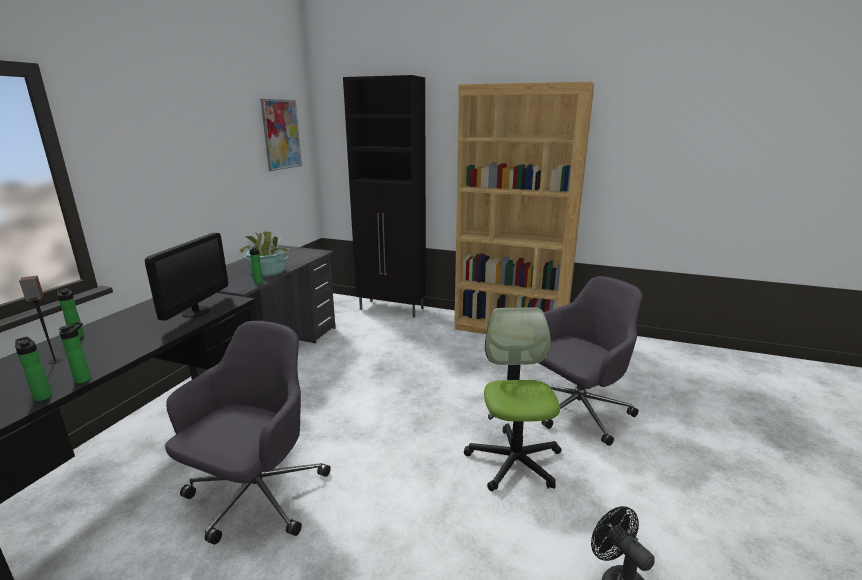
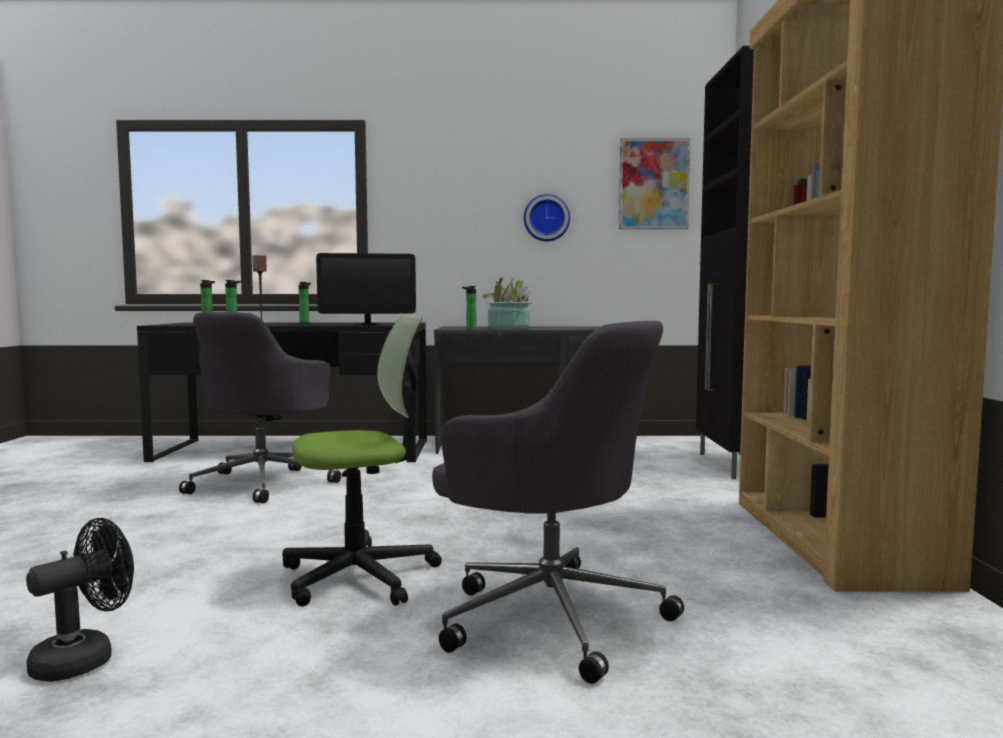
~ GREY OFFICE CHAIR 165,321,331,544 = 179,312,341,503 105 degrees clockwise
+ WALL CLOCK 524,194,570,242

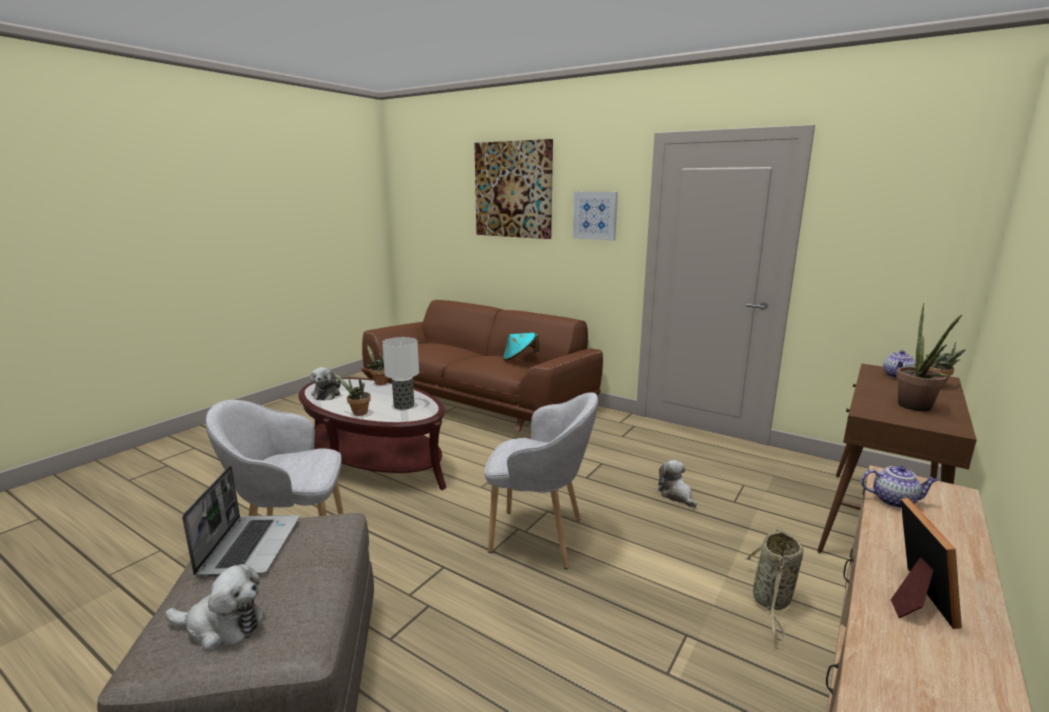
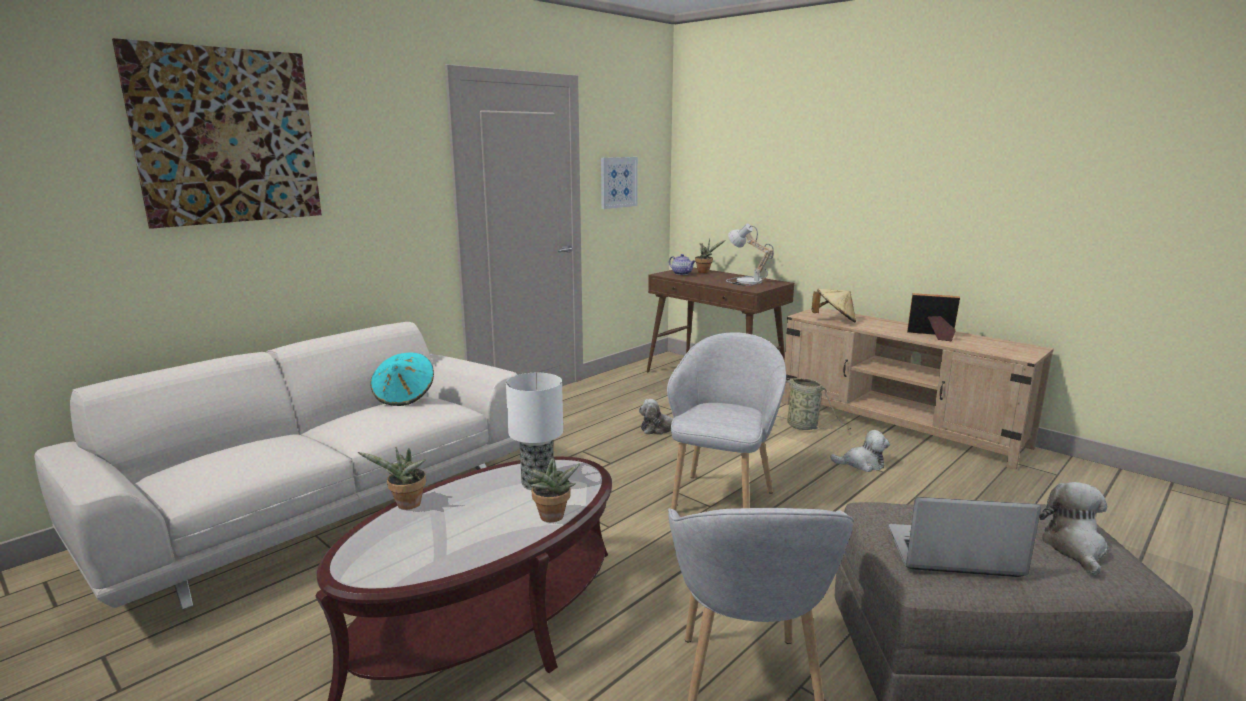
~ PICTURE 573,192,618,241 to 601,157,638,209
~ BROWN SOFA 361,300,603,432 to WHITE SOFA 34,322,520,610
~ POTTED PLANT 896,303,962,412 to TABLE LAMP 726,224,774,286
~ PLUSH TOY 310,367,341,400 to 830,430,890,472
~ TEAPOT 861,465,938,508 to BEIGE HAT 812,289,856,322

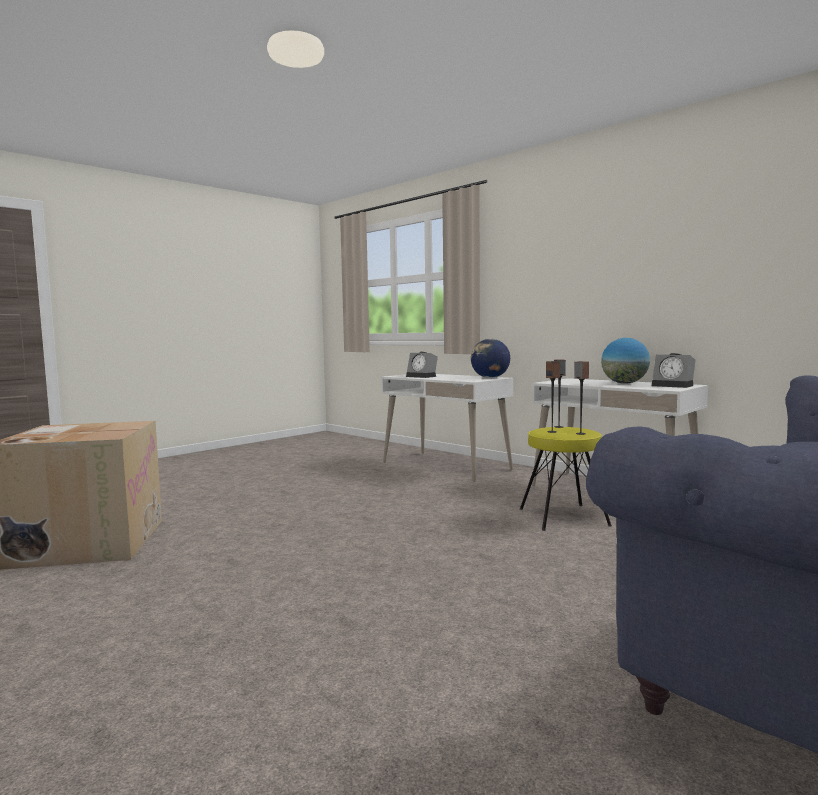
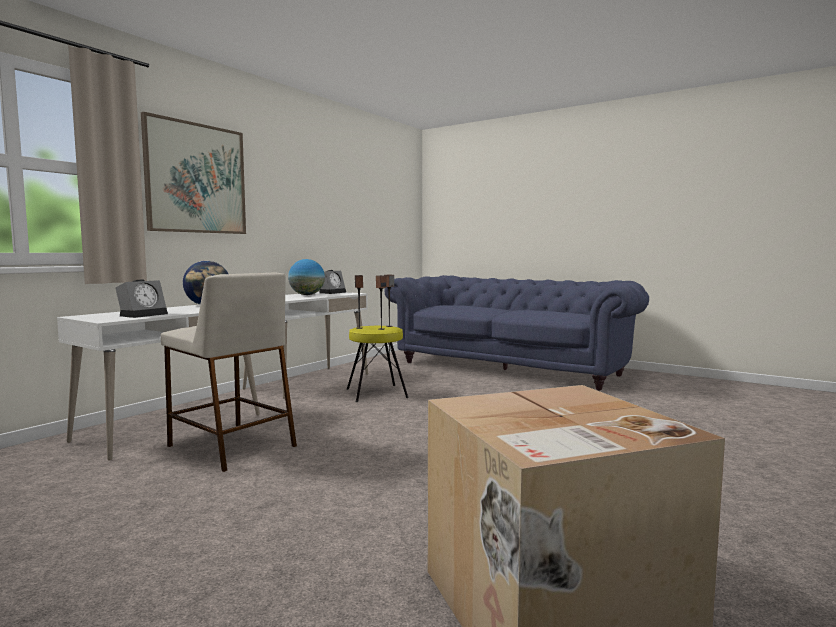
+ PICTURE 141,112,246,234
+ BEIGE STOOL 161,272,297,472

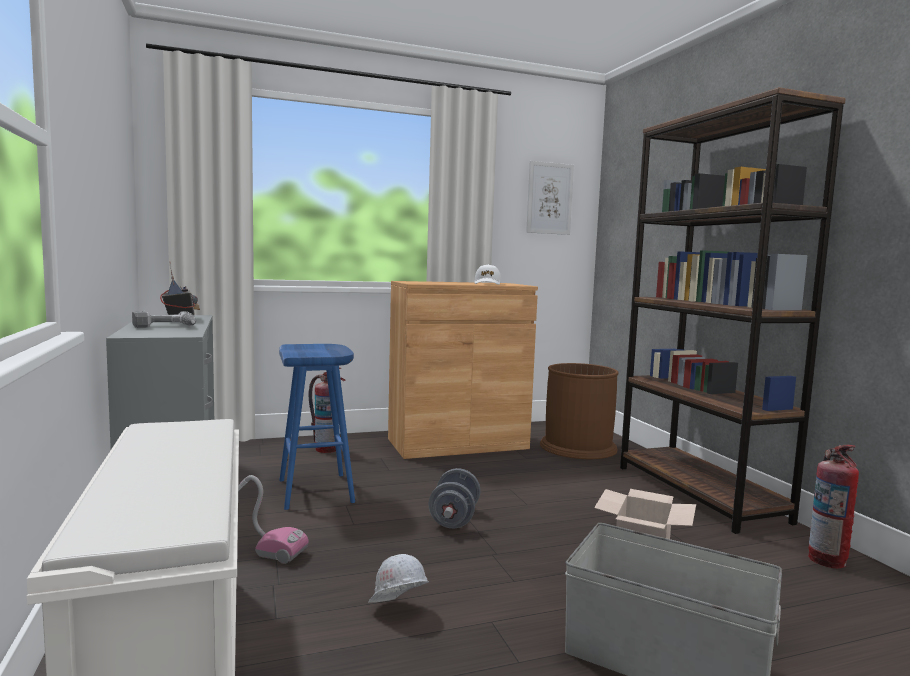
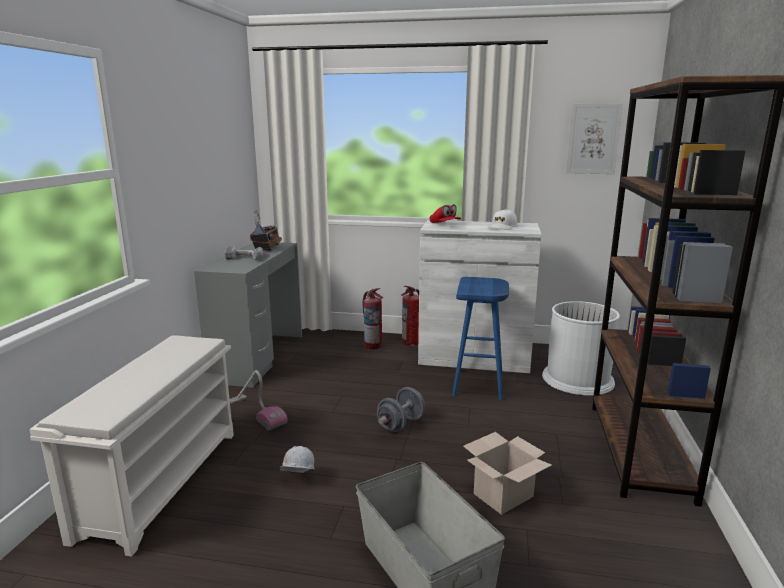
~ BROWN CABINET 388,281,538,459 to WHITE CABINET 418,220,542,373
~ BLUE STOOL 279,344,355,510 to 452,277,509,400
~ BROWN TRASH CAN 540,363,618,459 to WHITE TRASH CAN 542,301,620,395
~ FIRE EXTINGUISHER 808,444,859,568 to 401,286,419,346
+ RED CAP 430,204,461,223

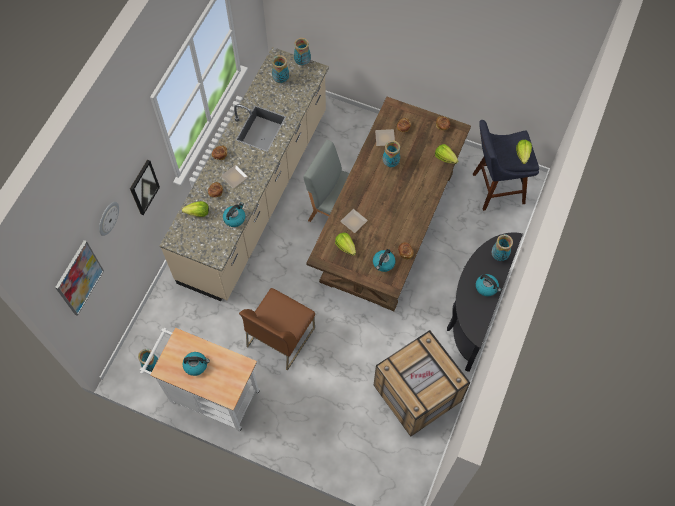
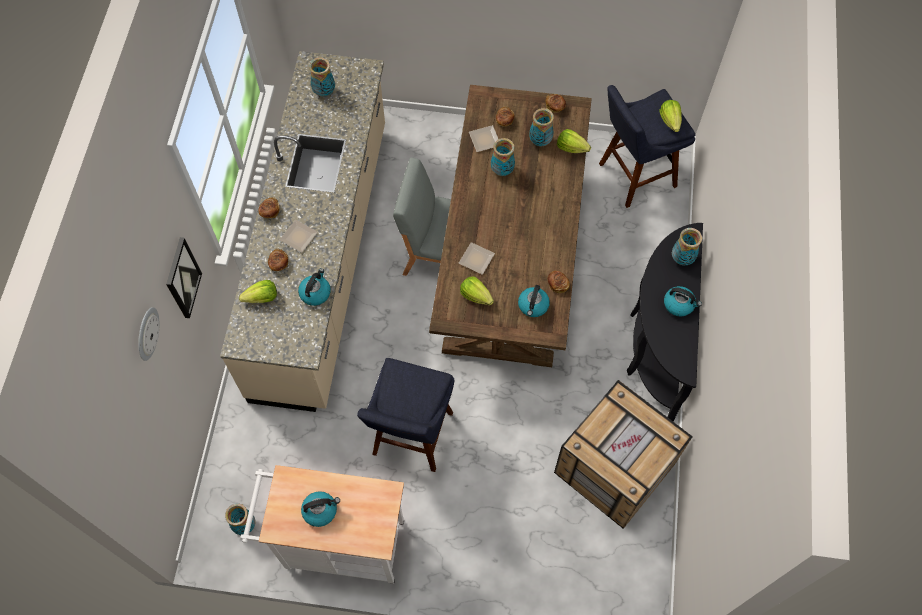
~ VASE 294,38,311,66 to 529,108,554,146
- PICTURE 55,240,104,316
~ BROWN CHAIR 239,288,315,371 to BLUE STOOL 357,358,454,472

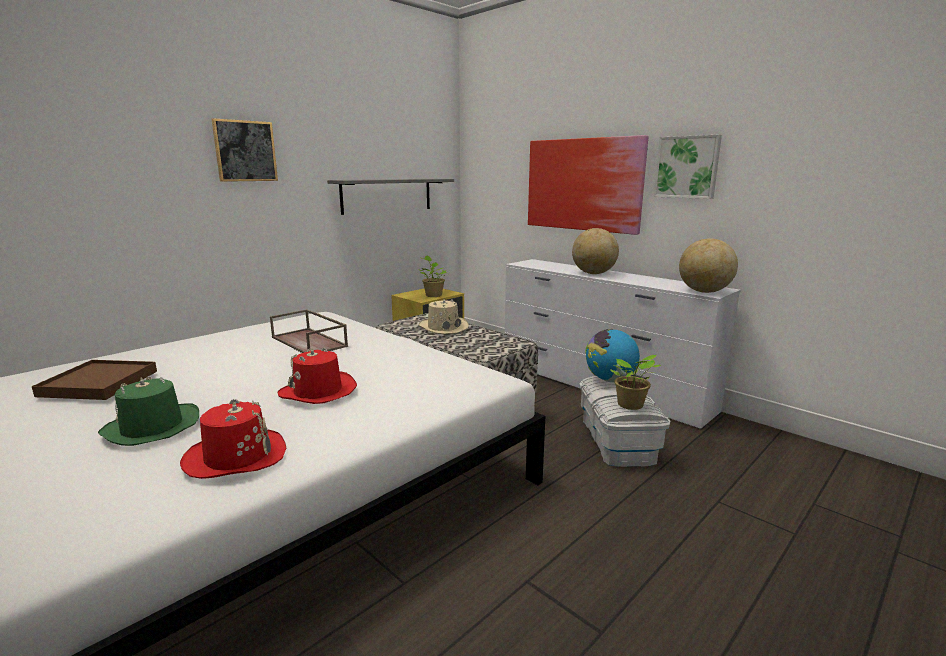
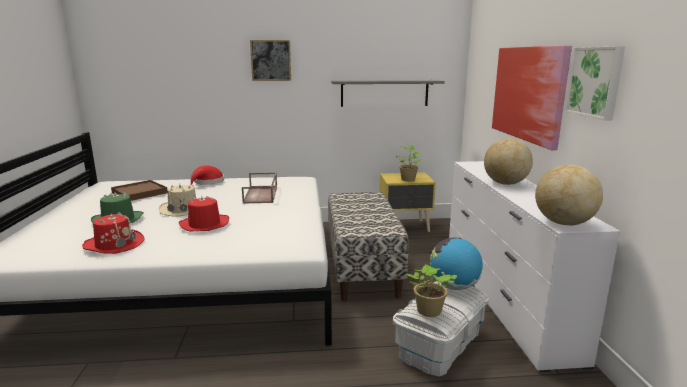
~ BEIGE HAT 418,299,469,334 to 159,184,196,217
+ RED HAT 190,165,224,186

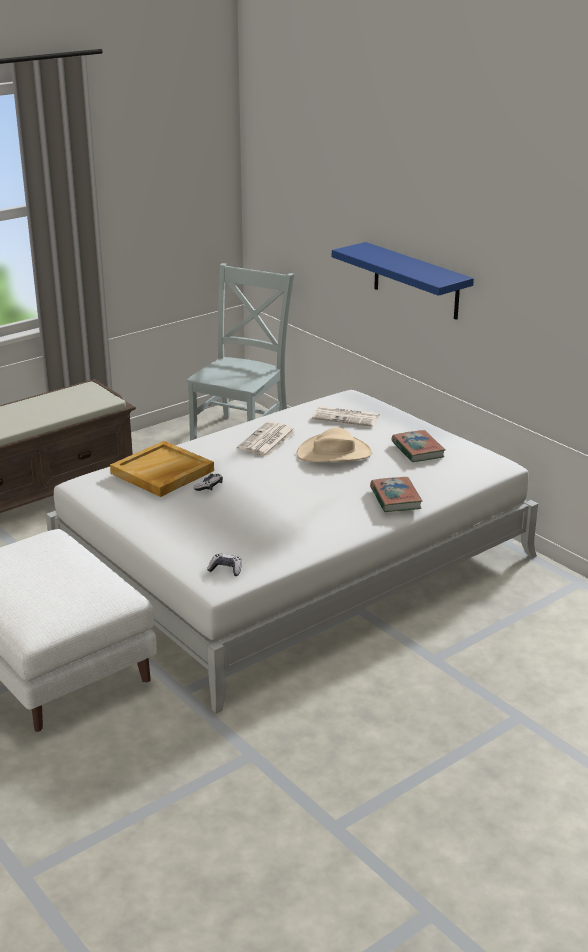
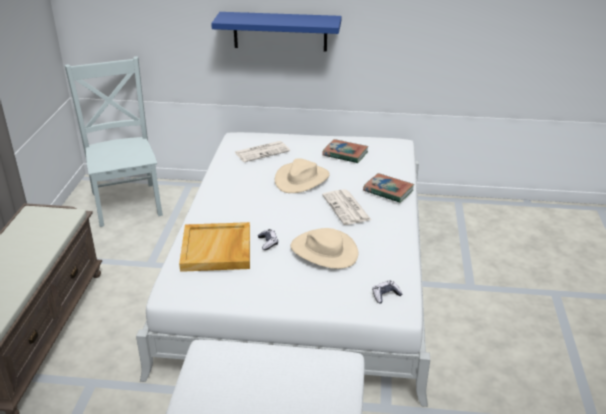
~ NEWSPAPER 237,422,296,457 to 322,189,371,225
+ BEIGE HAT 290,228,359,269

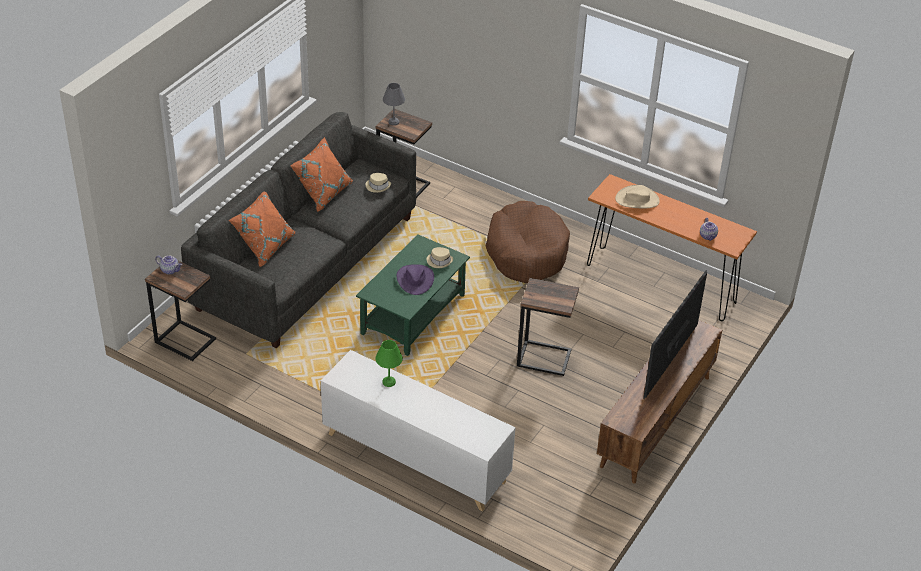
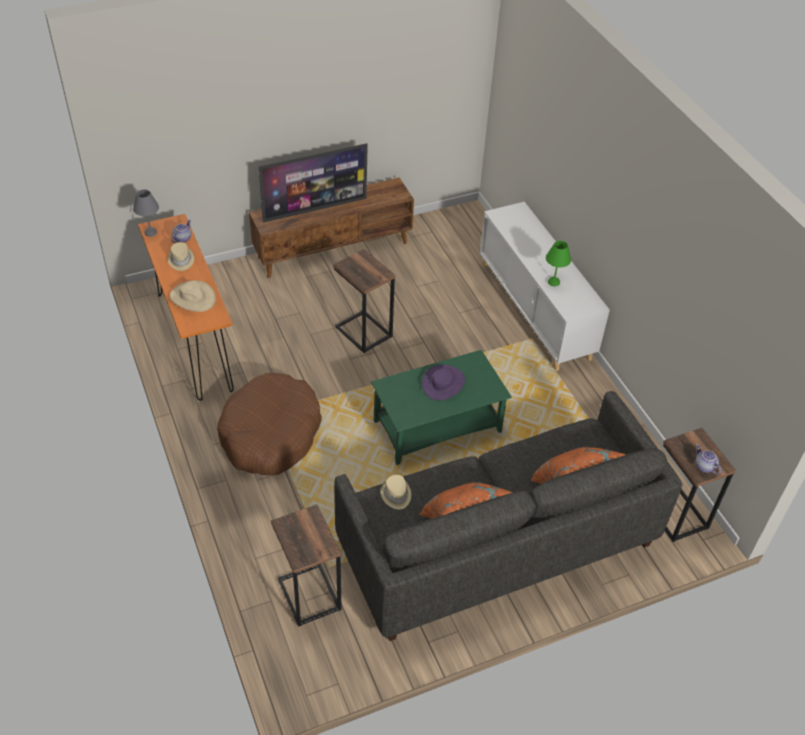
~ GREY TABLE LAMP 383,83,405,126 to 133,189,159,237
~ BEIGE HAT 427,247,453,268 to 167,242,194,271

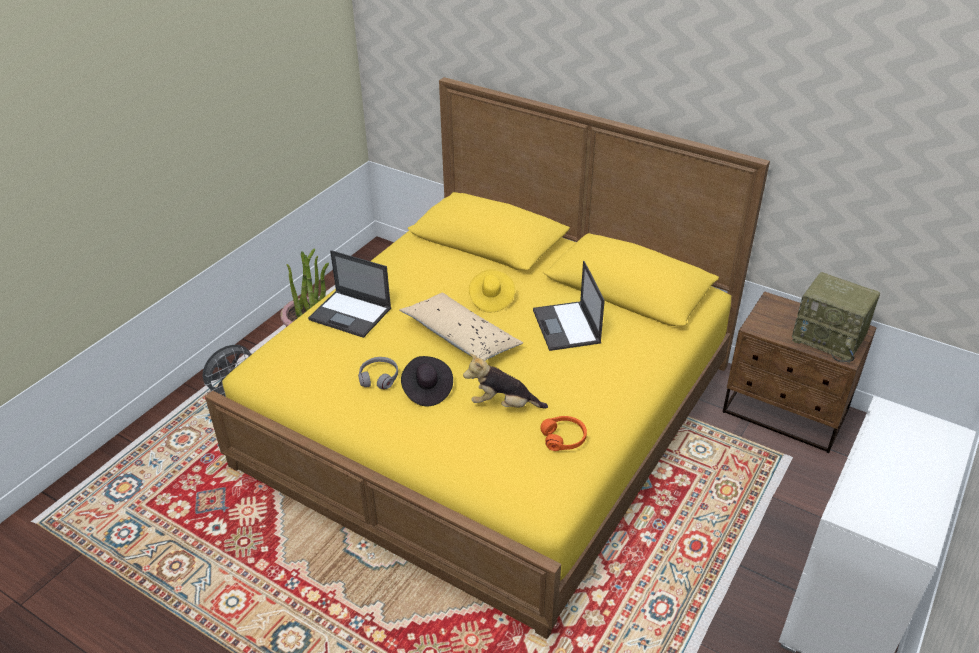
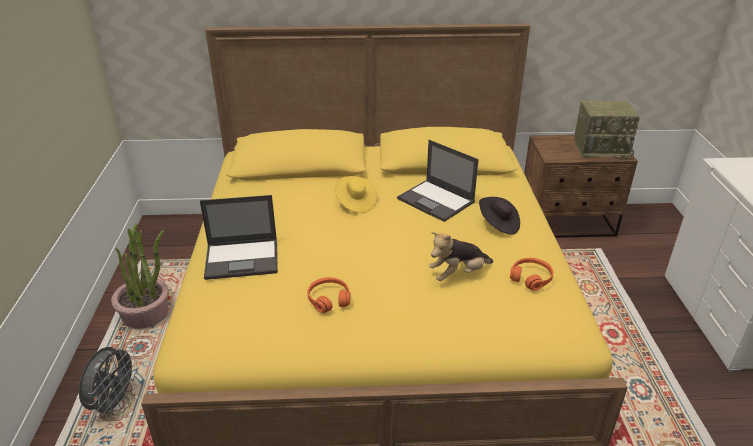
- BEIGE PILLOW 399,293,523,361
~ BLACK HAT 401,356,453,406 to 479,197,520,235
~ GREY HEADPHONES 358,357,398,389 to ORANGE HEADPHONES 308,277,350,313

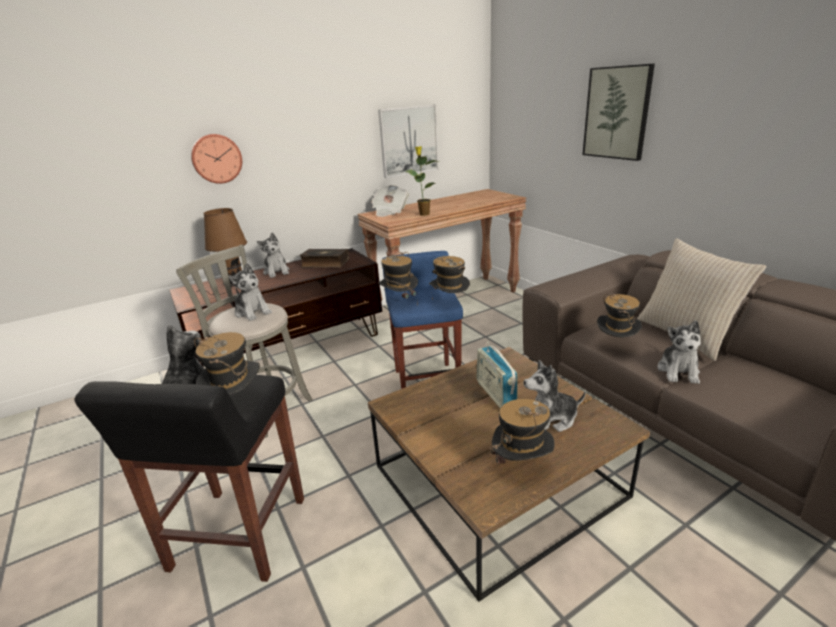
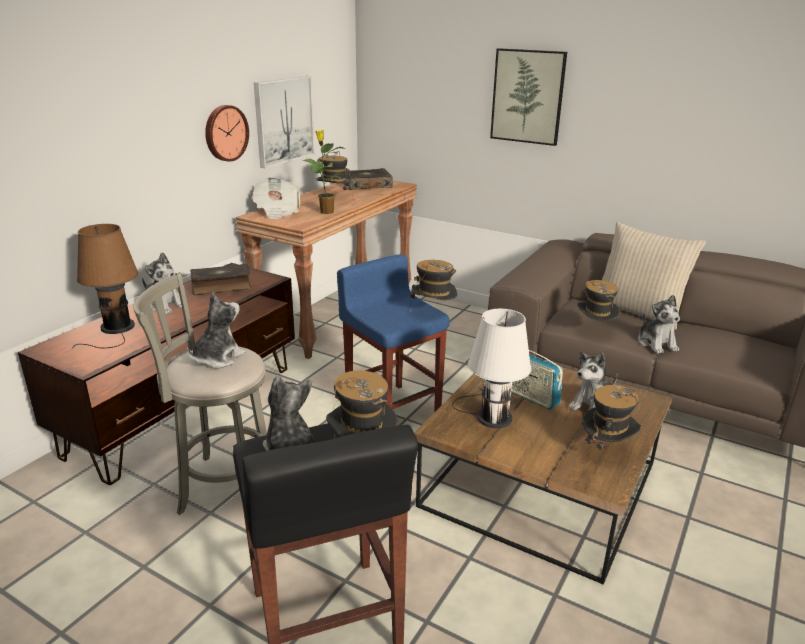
~ WALL CLOCK 191,134,242,184 to 205,105,249,162
~ HAT 378,252,418,305 to 316,151,353,198
~ PLUSH TOY 229,263,272,321 = 187,293,246,369 75 degrees counterclockwise
+ BOOK 344,168,393,190
+ WHITE TABLE LAMP 452,309,532,428

